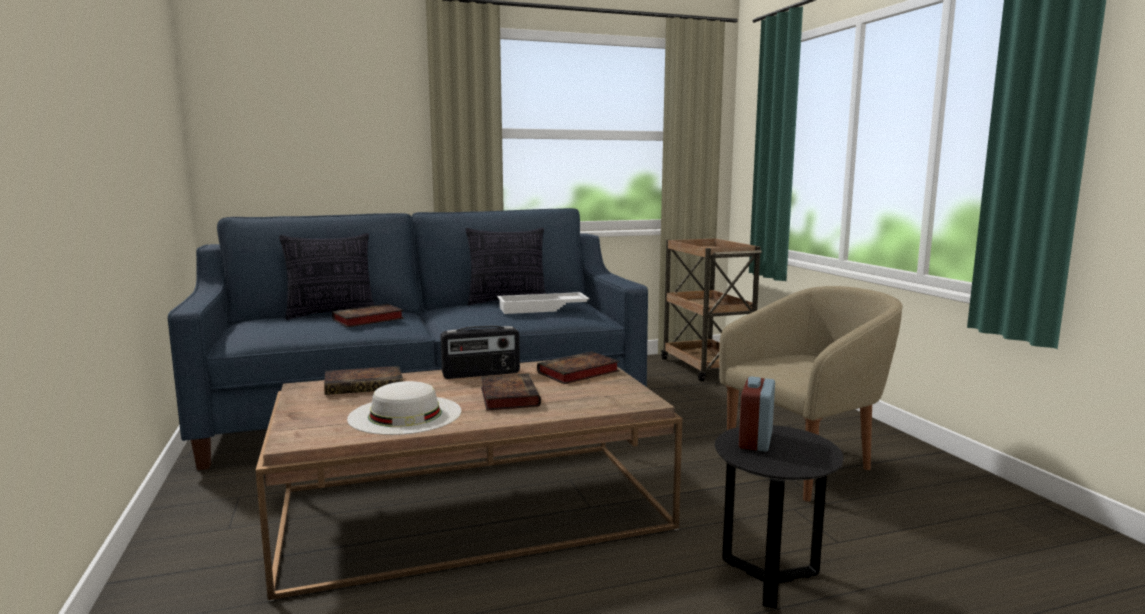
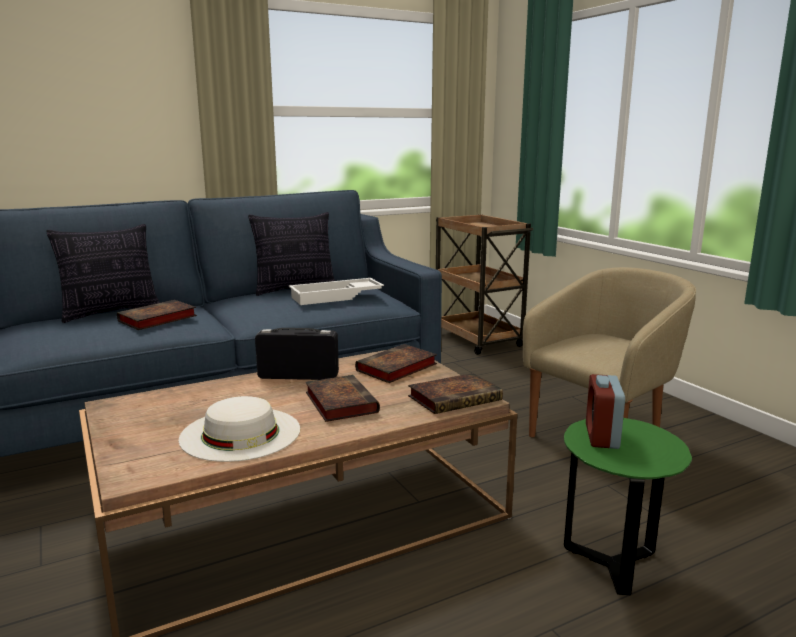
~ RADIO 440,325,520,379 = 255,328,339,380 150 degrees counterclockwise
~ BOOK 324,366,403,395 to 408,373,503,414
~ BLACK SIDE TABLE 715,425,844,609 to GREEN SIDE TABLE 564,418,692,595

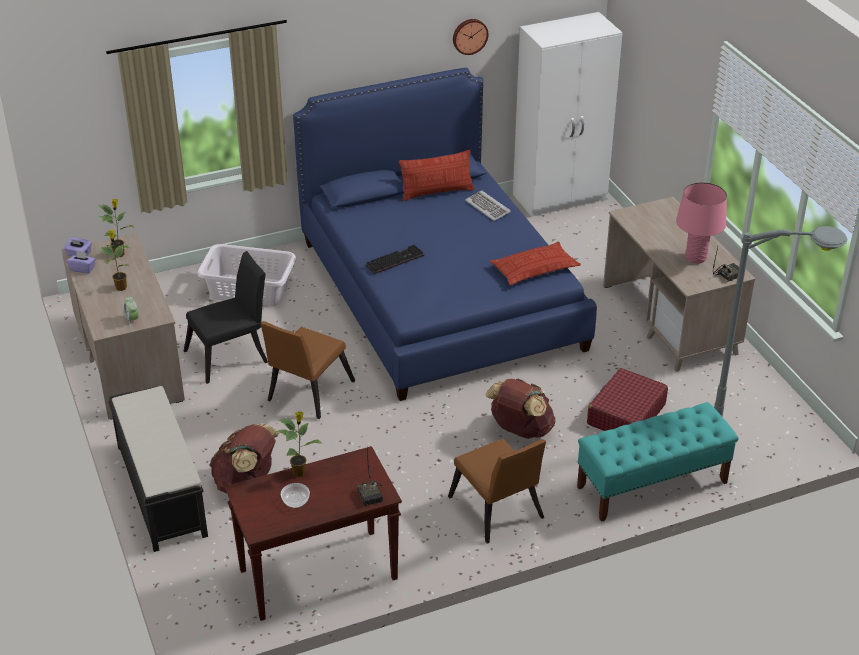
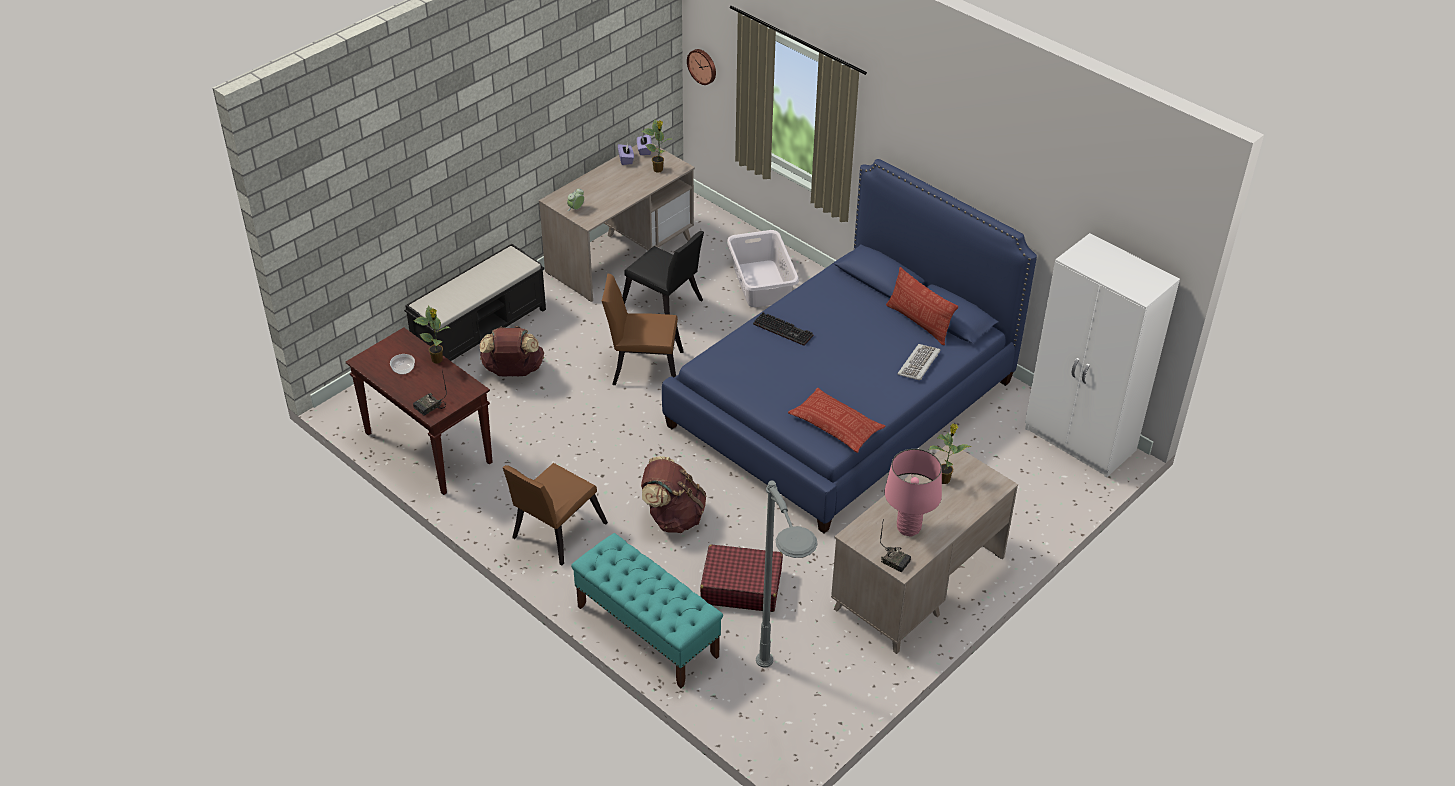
~ WALL CLOCK 453,19,488,55 to 687,49,716,85
~ POTTED PLANT 100,230,130,291 to 928,424,971,484

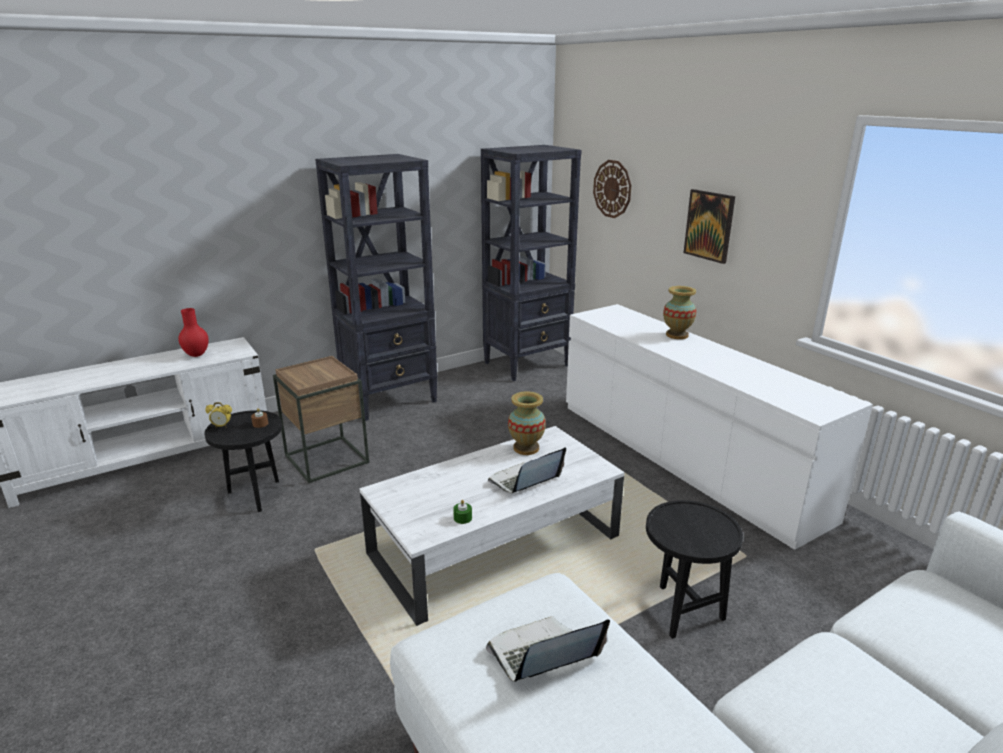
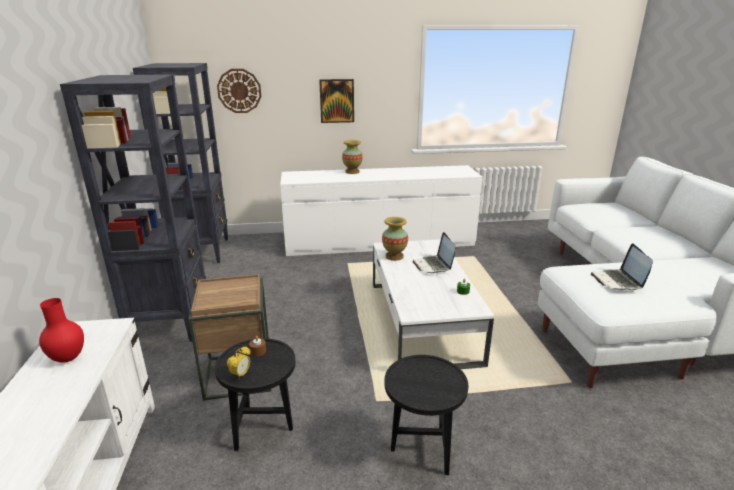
~ BLACK SIDE TABLE 646,500,743,639 to 384,355,468,475

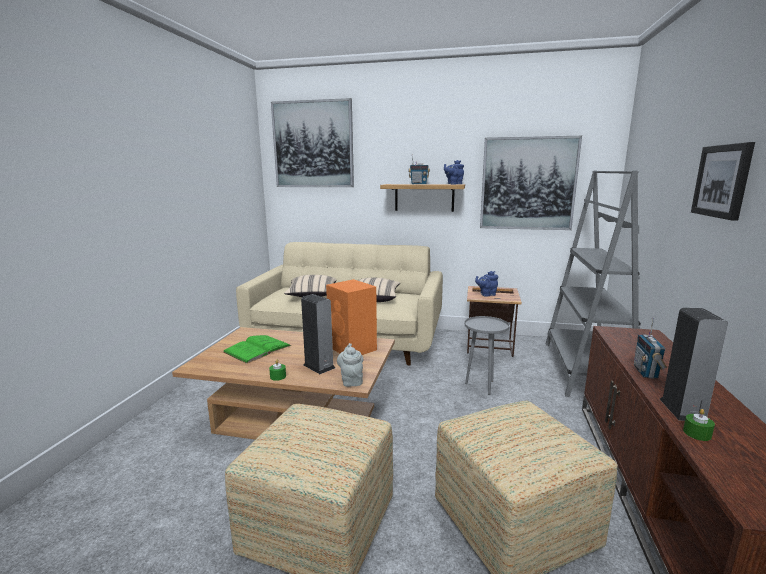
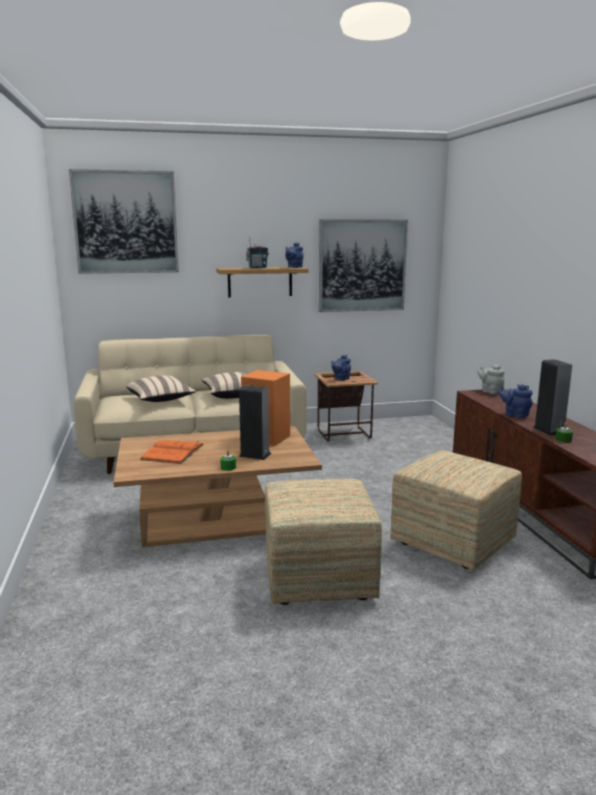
- PICTURE 691,142,755,221
- GREY BOOKCASE 546,170,641,397
- GREY SIDE TABLE 465,316,509,395
~ RADIO 634,318,667,379 to BLUE TEAPOT 498,384,533,418
~ GREEN BOOK 223,335,291,364 to ORANGE BOOK 140,440,204,464
~ GREY TEAPOT 337,343,363,387 to 477,365,505,394

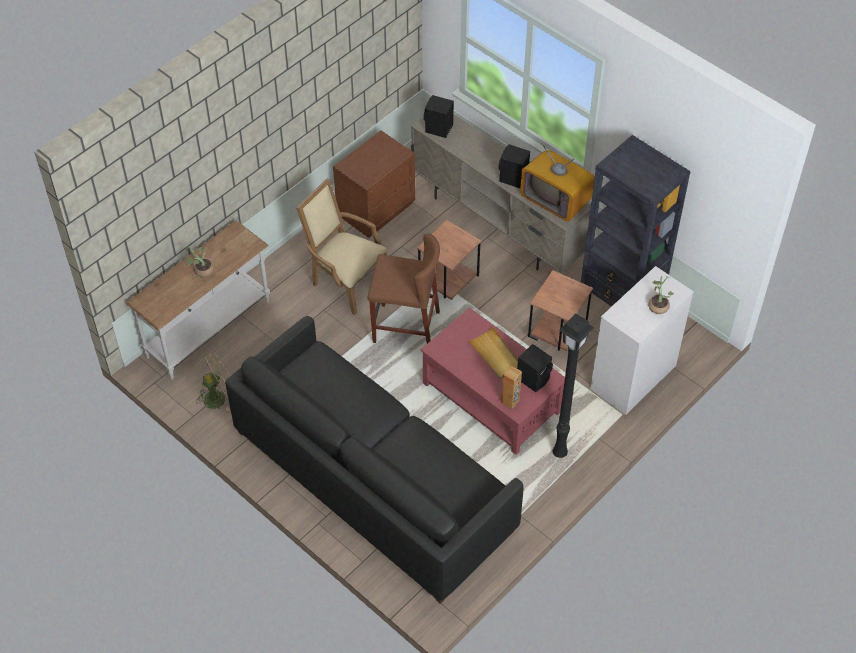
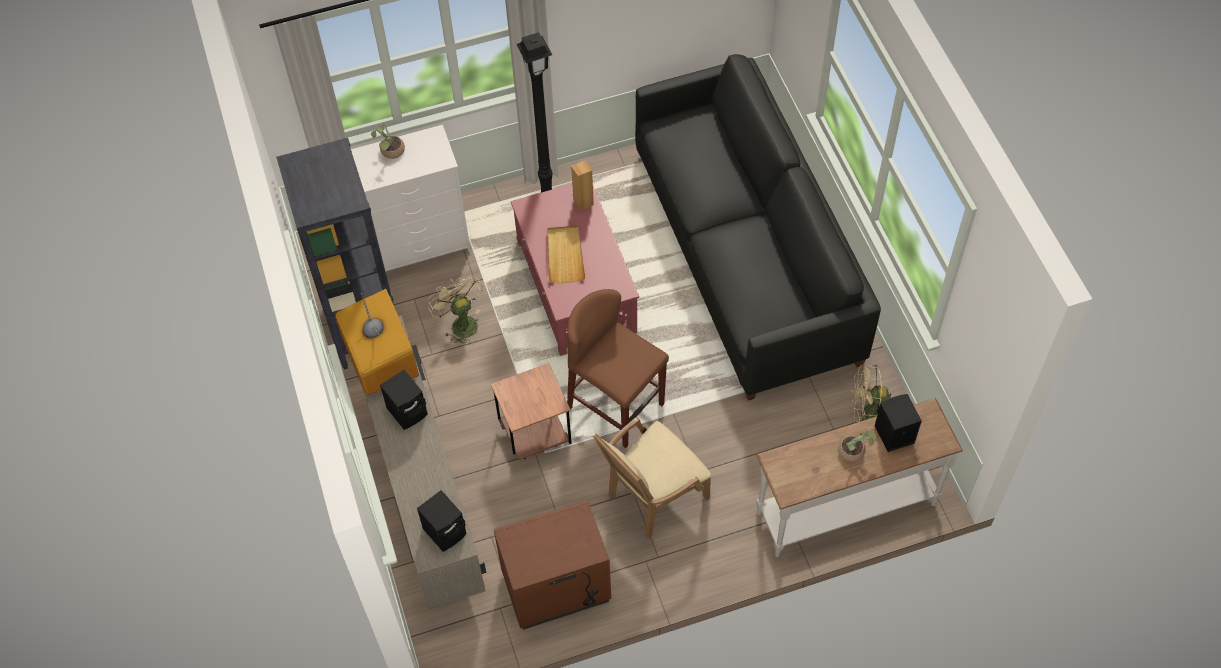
~ BEIGE ARMCHAIR 296,178,387,315 = 593,417,711,538 75 degrees clockwise
~ BROWN SIDE TABLE 528,270,593,351 to BEIGE FAN 427,274,483,345
~ BLACK SPEAKER 517,344,553,392 to 875,394,922,452

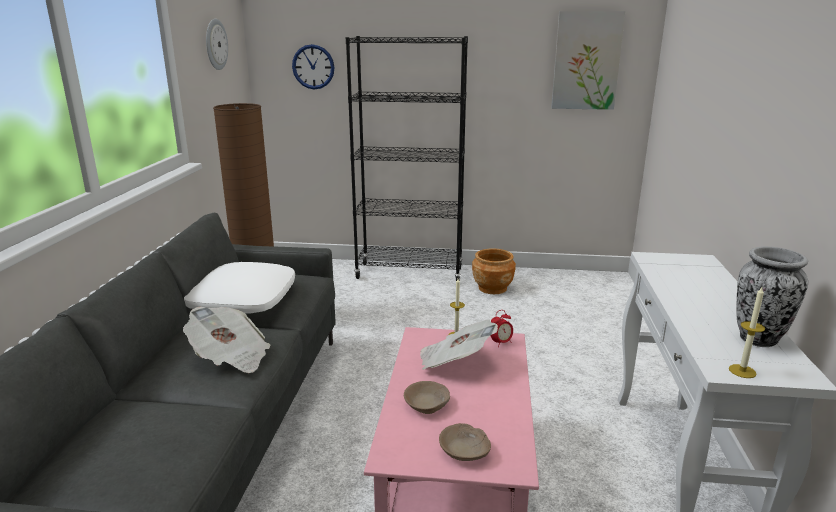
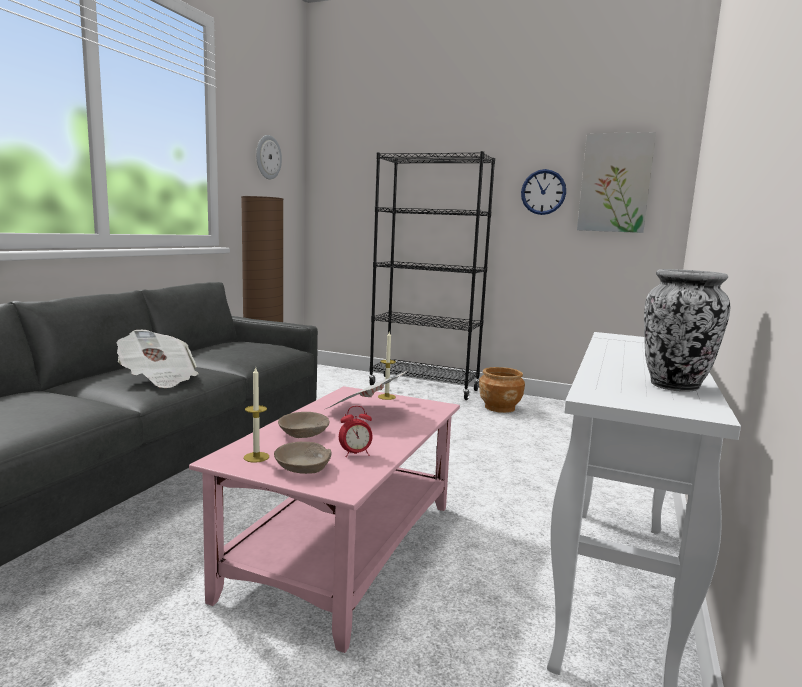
~ WALL CLOCK 292,44,335,90 to 521,169,566,215
- WHITE PILLOW 184,262,295,313
~ CANDLE 729,287,765,378 to 244,366,269,463
~ ALARM CLOCK 490,310,513,347 to 339,406,373,457

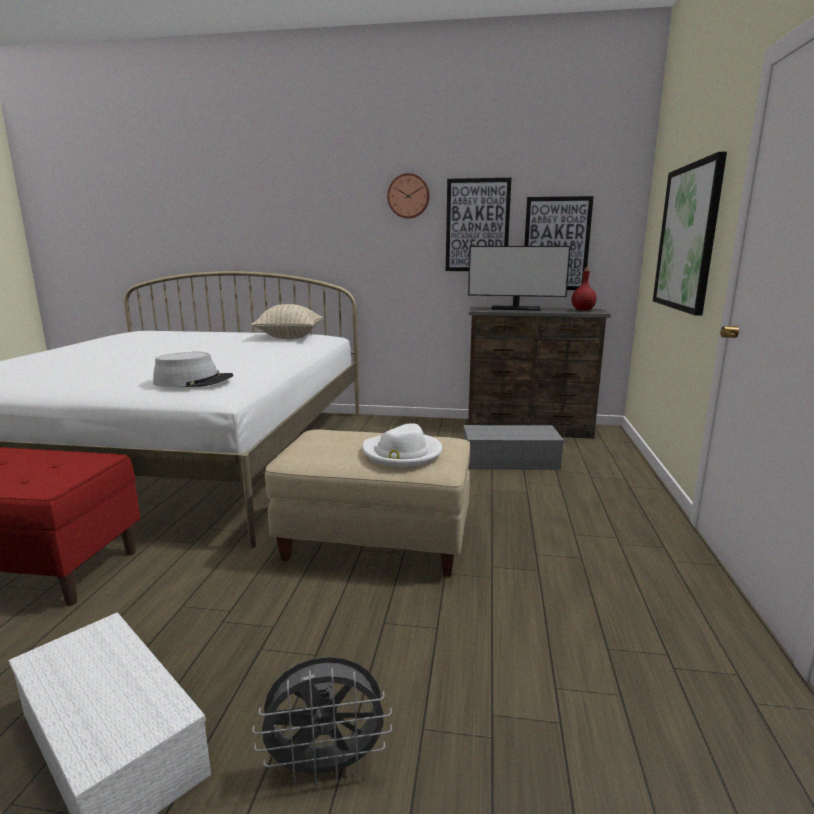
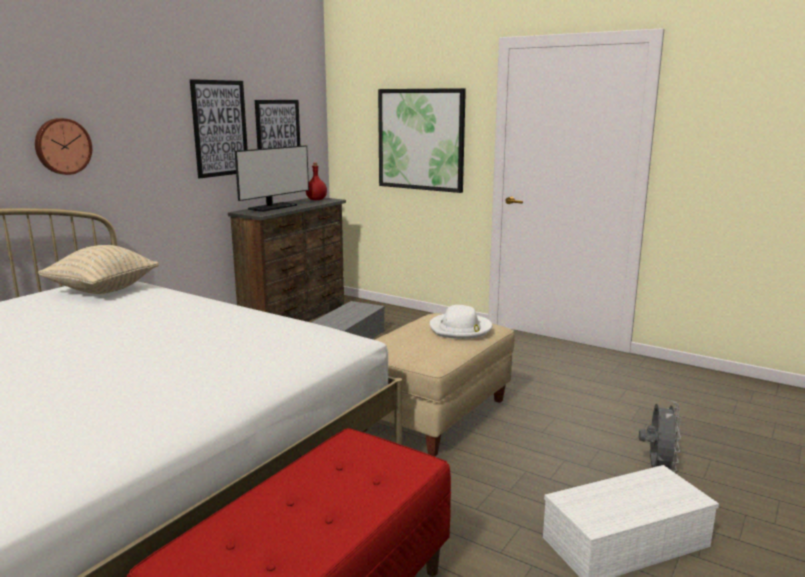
~ WALL CLOCK 387,173,430,219 to 35,118,92,175
- GREY HAT 153,352,233,387

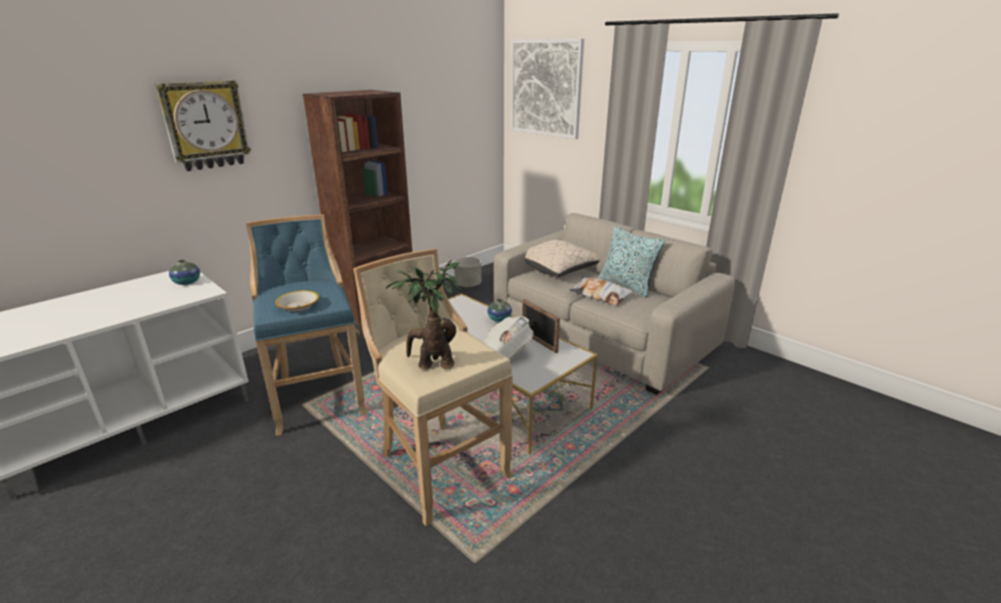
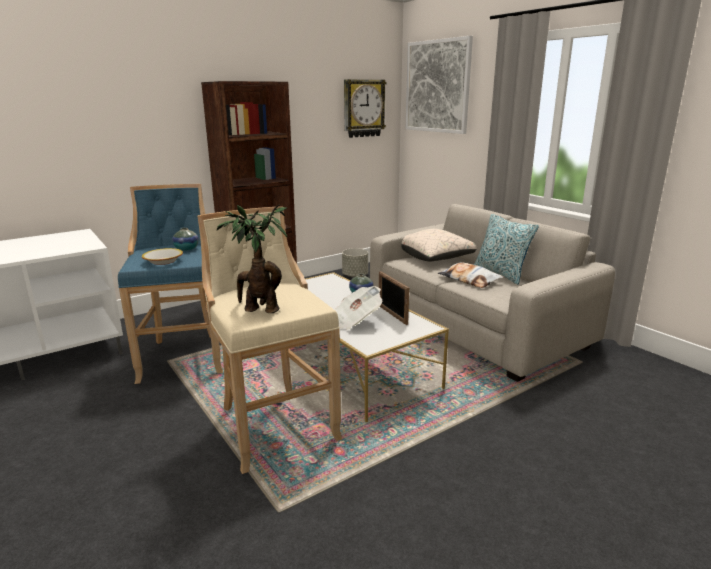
~ WALL CLOCK 155,80,251,171 to 344,79,387,138
~ VASE 169,260,200,285 to 172,227,199,251

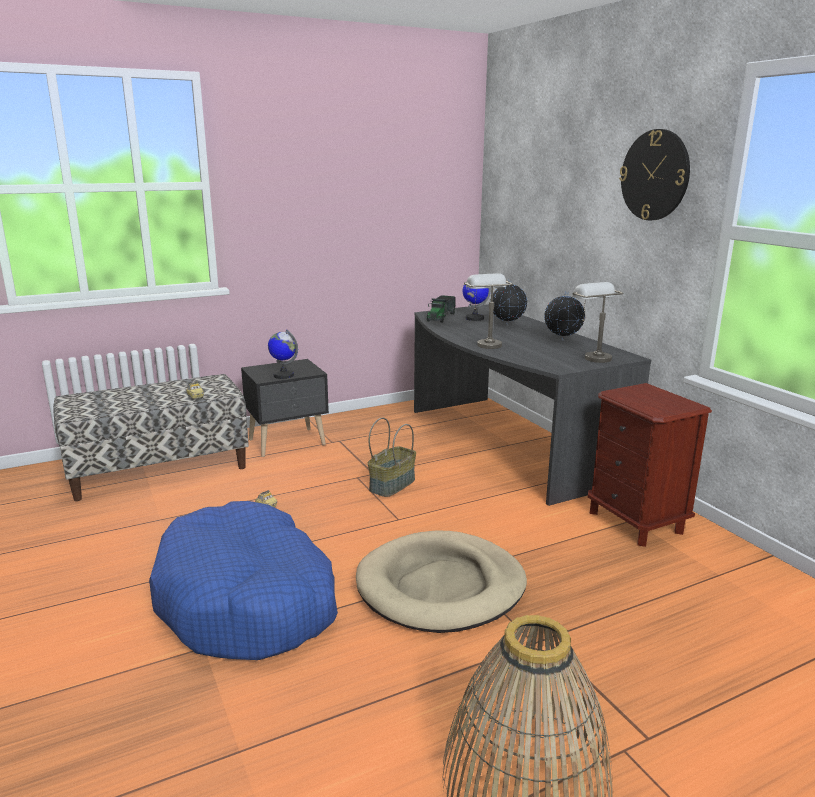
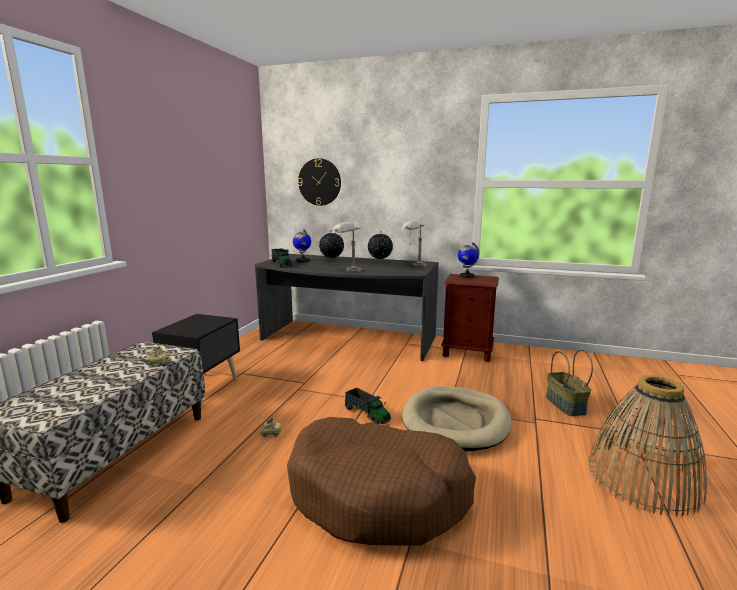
~ WALL CLOCK 619,129,690,221 to 298,158,341,206
~ GLOBE 268,330,298,379 to 458,242,479,278
~ BASKET 368,417,416,497 to 546,350,593,416
~ BLUE DOG BED 149,501,338,660 to BROWN DOG BED 287,417,476,546
+ TOY TRUCK 344,388,391,424

